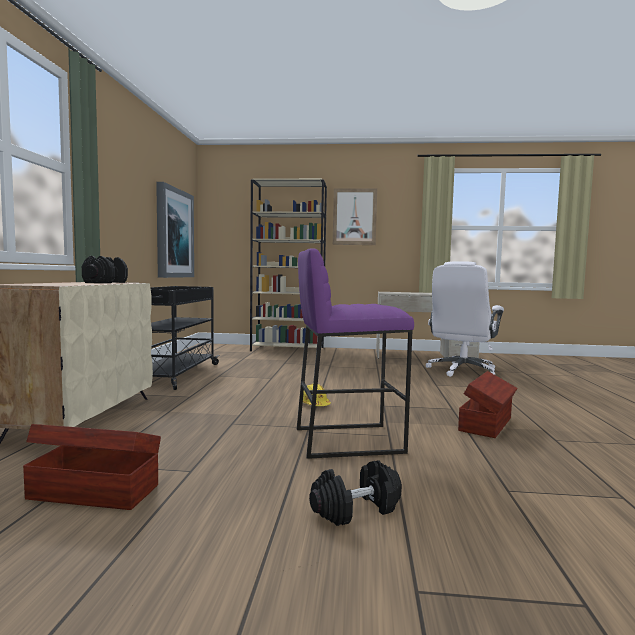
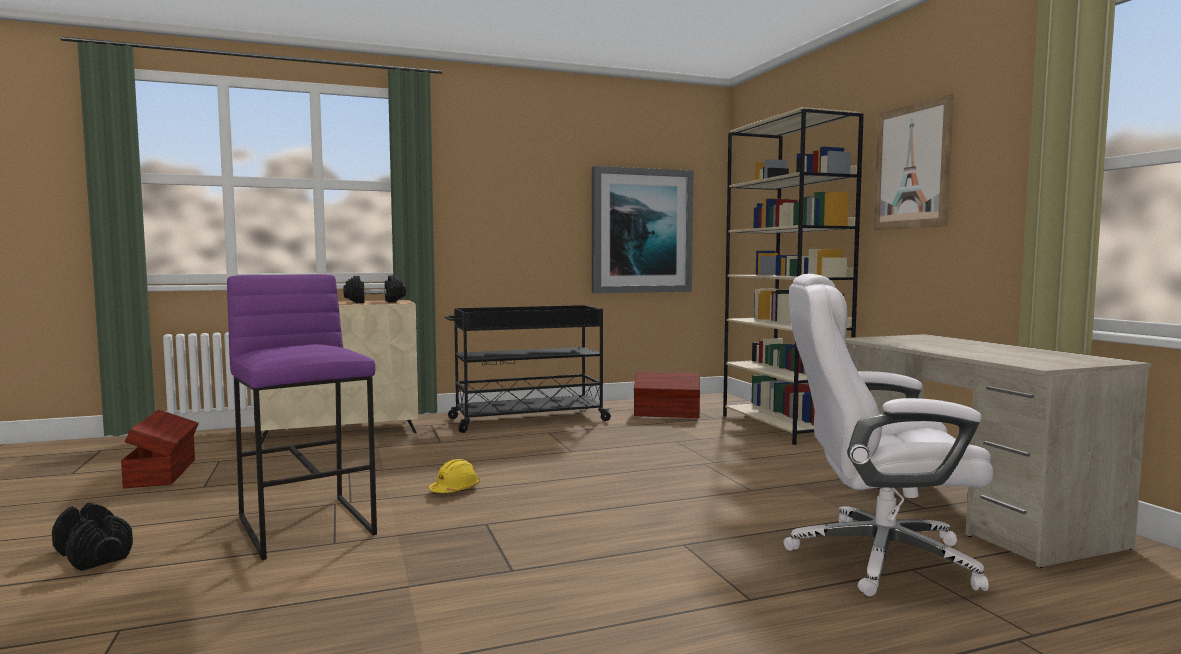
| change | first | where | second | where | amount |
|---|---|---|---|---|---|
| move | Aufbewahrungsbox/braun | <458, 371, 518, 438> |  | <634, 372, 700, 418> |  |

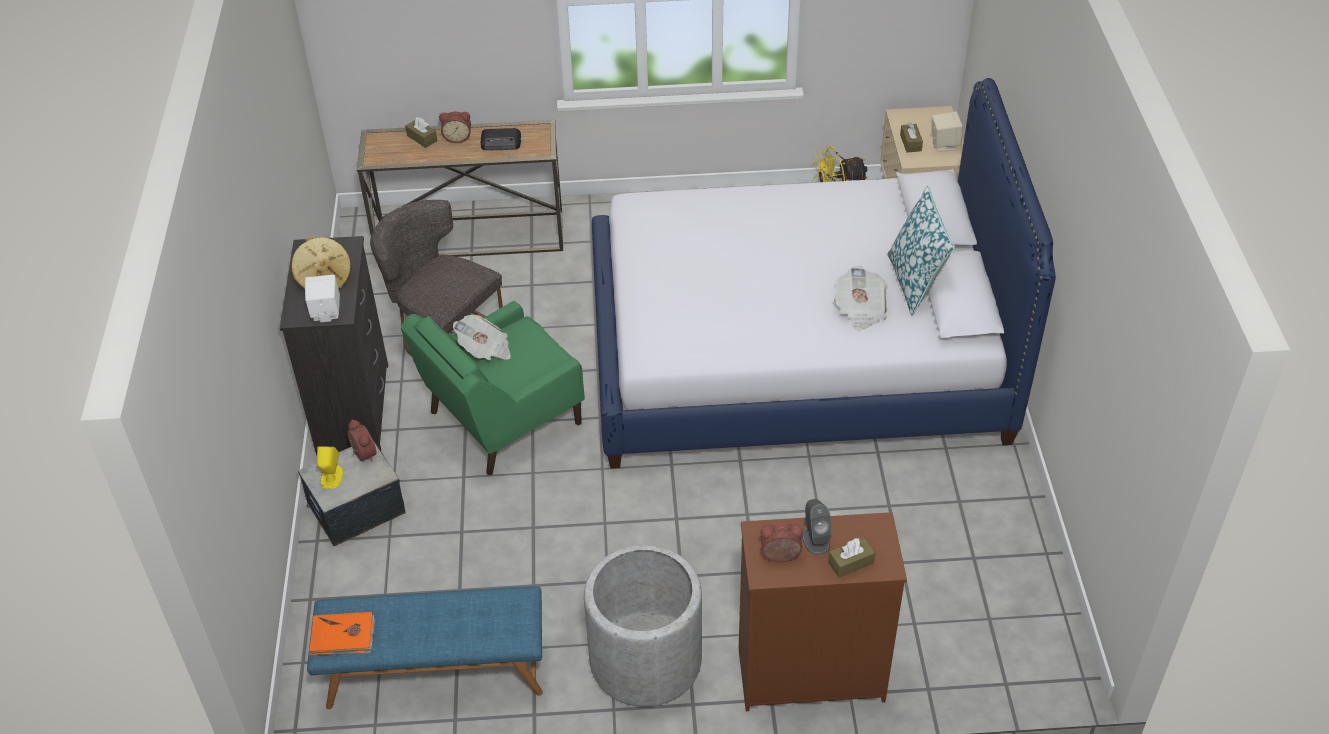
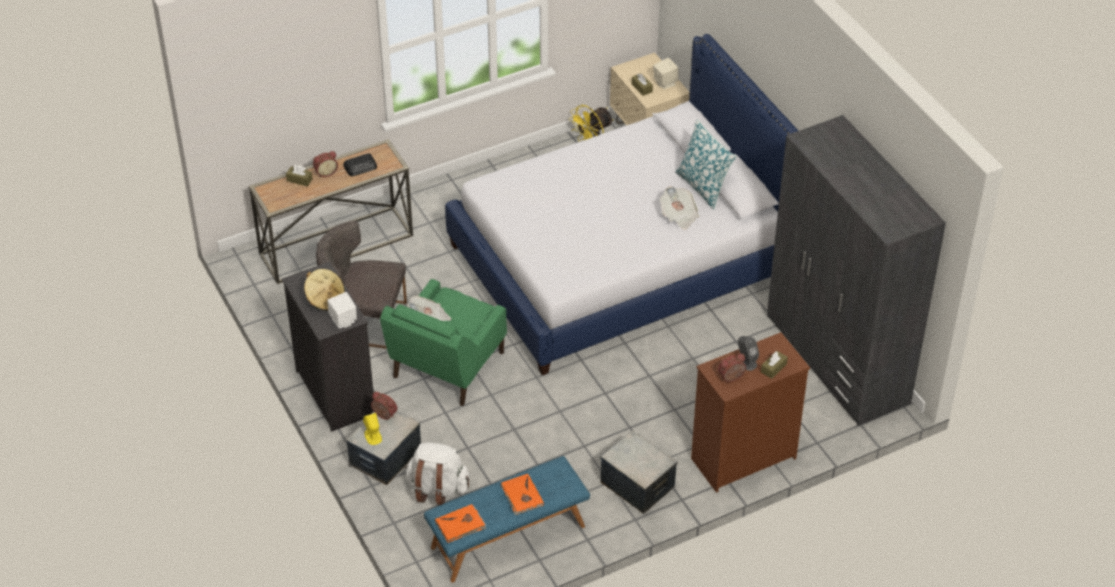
| change | first | where | second | where | amount |
|---|---|---|---|---|---|
| insert |  |  | Rucksack/weiß | <405, 442, 470, 505> |  |
| insert |  |  | Buch/orange | <501, 474, 544, 515> |  |
| replace | Pflanzkübel/grau | <584, 545, 702, 707> | Aufbewahrungsbox | <600, 430, 678, 514> |  |
| insert |  |  | Kleiderschrank/grau | <767, 115, 946, 426> |  |

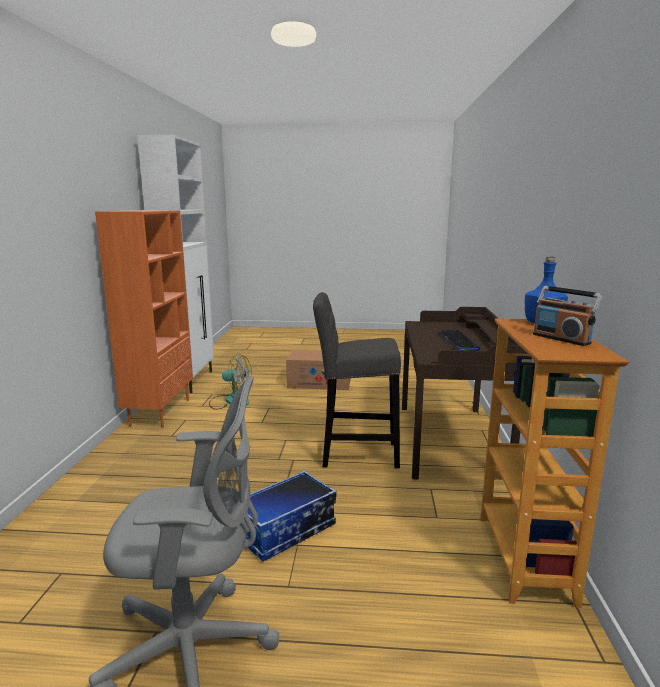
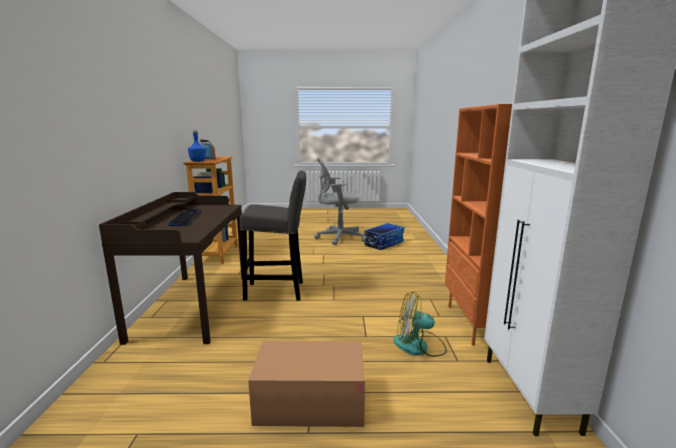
| change | first | where | second | where | amount |
|---|---|---|---|---|---|
| move | Aufbewahrungsbox | <246, 471, 337, 562> |  | <364, 223, 405, 250> |  |

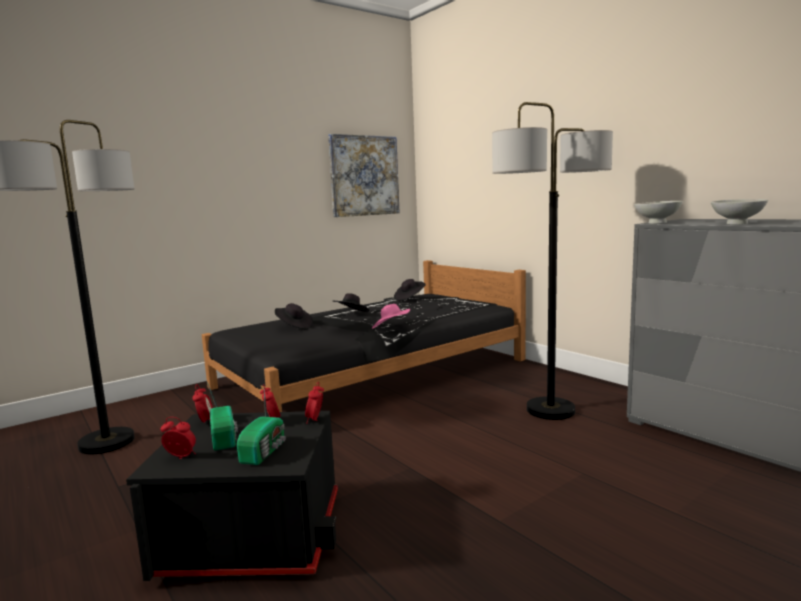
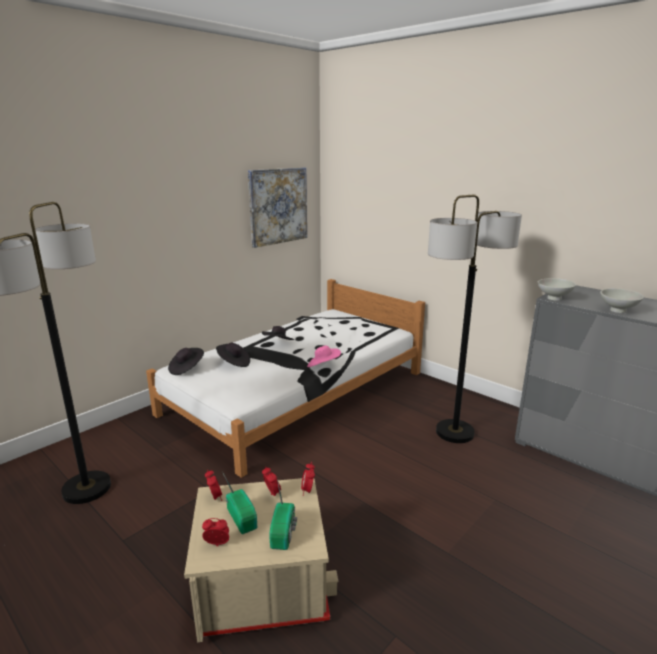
| change | first | where | second | where | amount |
|---|---|---|---|---|---|
| recolor | Bett/schwarz | <202, 260, 526, 412> | Bett/weiß | <146, 279, 425, 478> |  |
| move | Hut/schwarz | <394, 279, 426, 301> |  | <168, 348, 204, 375> |  |
| recolor | Aufbewahrungsbox/schwarz | <126, 411, 338, 581> | Aufbewahrungsbox/beige | <184, 478, 338, 642> |  |

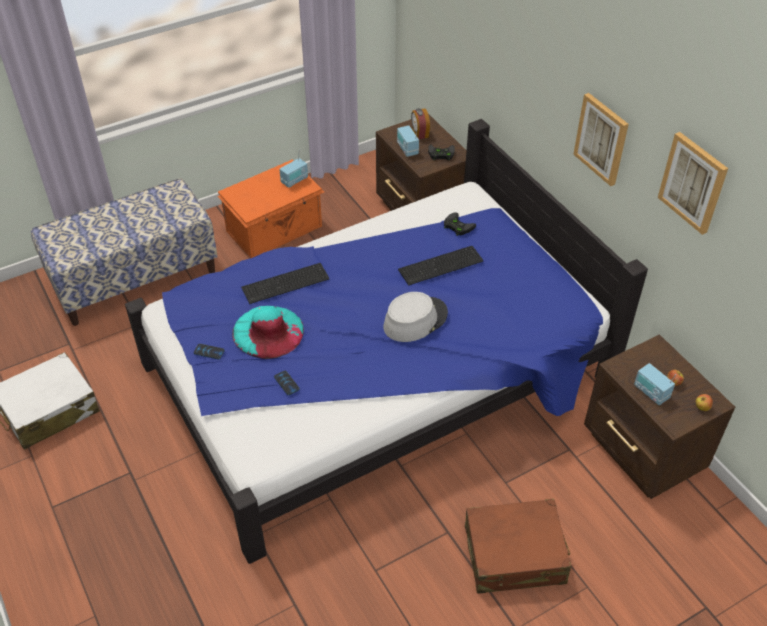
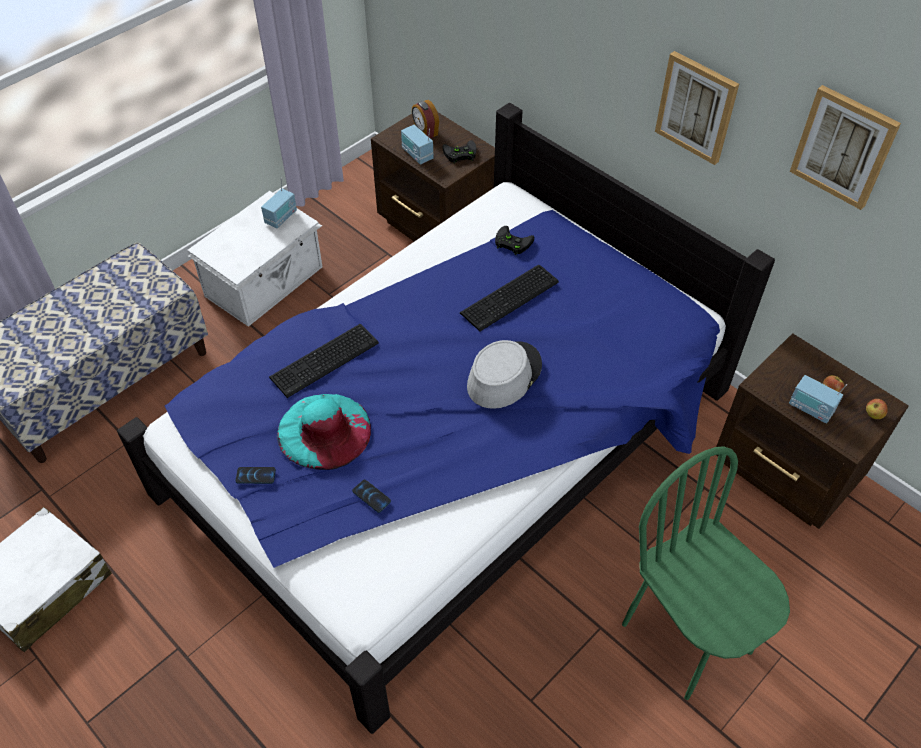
| change | first | where | second | where | amount |
|---|---|---|---|---|---|
| recolor | Aufbewahrungsbox/orange | <218, 159, 324, 258> | Aufbewahrungsbox/weiß | <187, 191, 323, 327> |  |
| replace | Koffer/braun | <465, 499, 571, 594> | Stuhl/grün | <622, 446, 790, 700> |  |

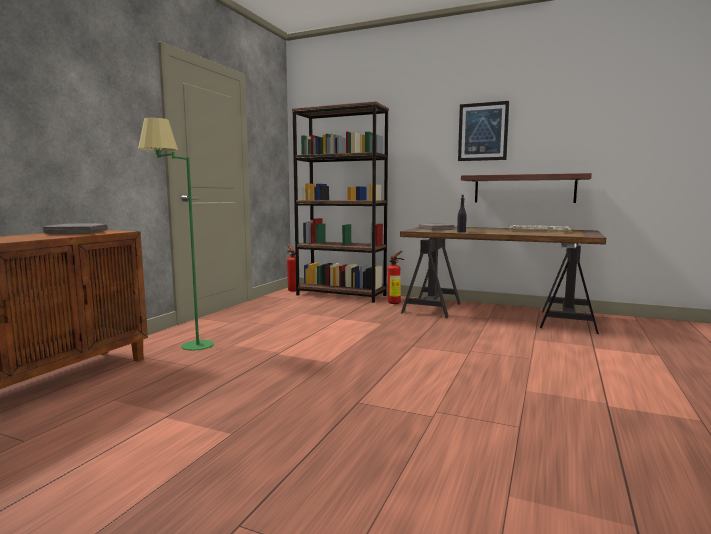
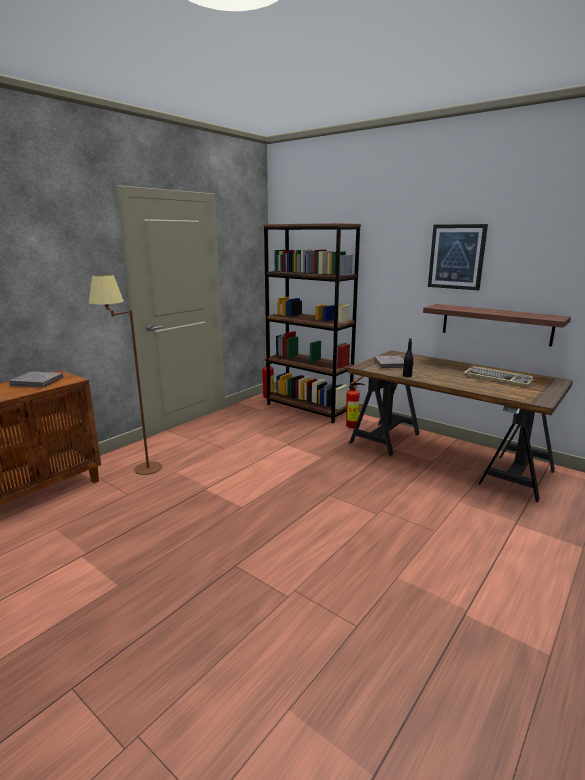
| change | first | where | second | where | amount |
|---|---|---|---|---|---|
| recolor | Stehlampe/grün | <138, 117, 214, 351> | Stehlampe/braun | <89, 274, 162, 475> |  |

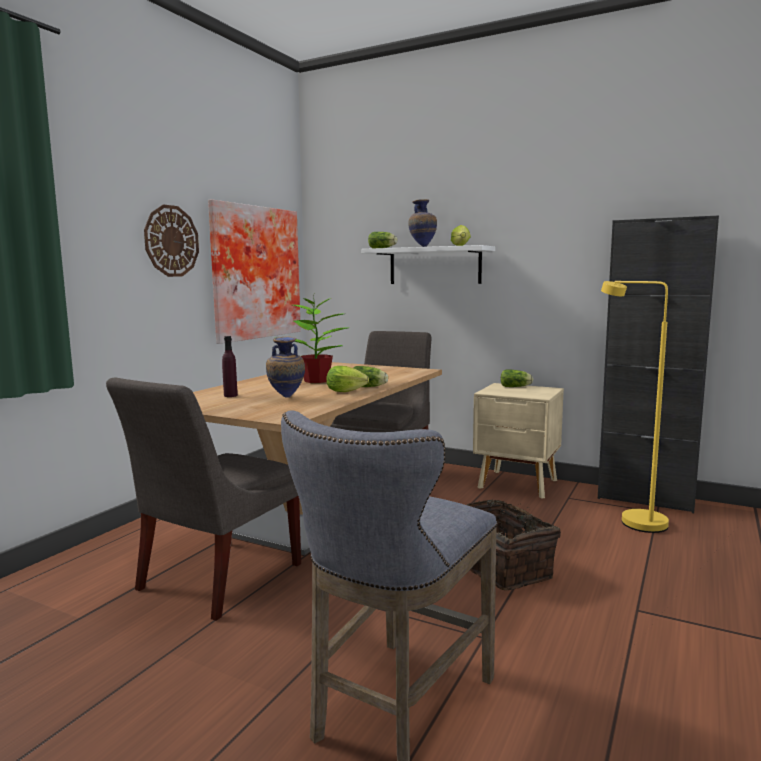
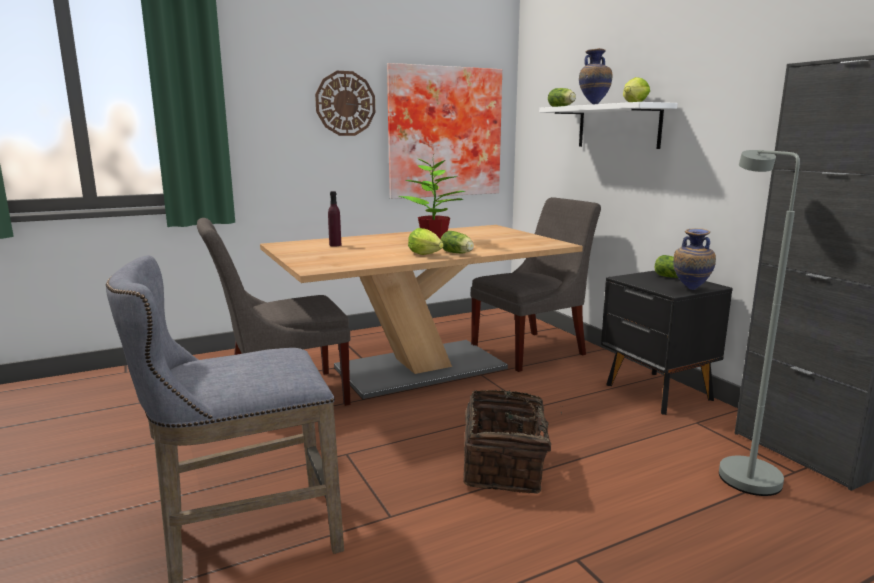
| change | first | where | second | where | amount |
|---|---|---|---|---|---|
| recolor | Nachttisch/beige | <473, 383, 564, 499> | Nachttisch/schwarz | <601, 271, 733, 415> |  |
| move | Vase | <266, 336, 305, 398> |  | <674, 228, 716, 290> |  |
| recolor | Stehlampe/gelb | <601, 281, 669, 533> | Stehlampe/grau | <719, 150, 800, 496> |  |

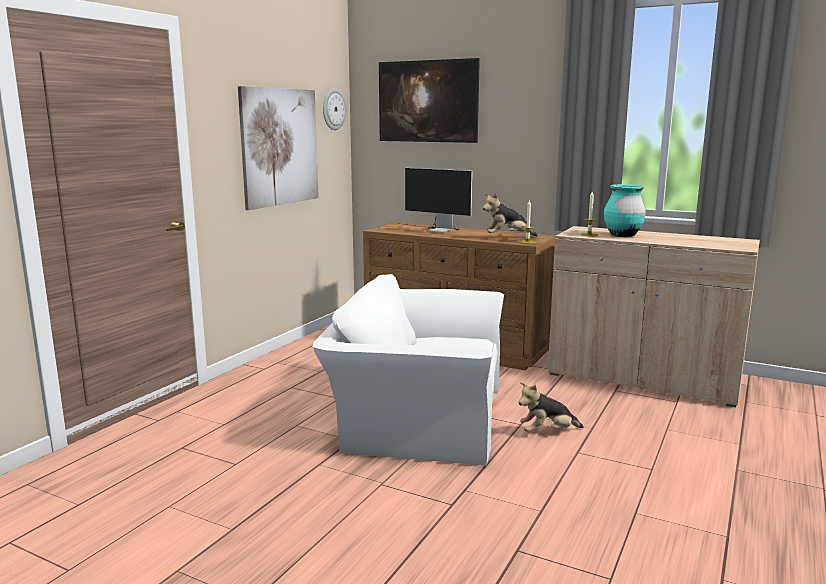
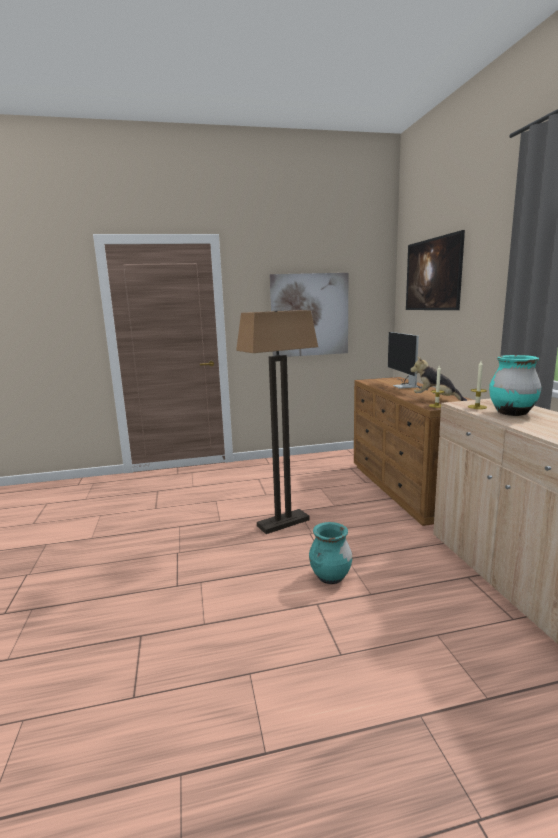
| change | first | where | second | where | amount |
|---|---|---|---|---|---|
| replace | Sessel/weiß | <313, 274, 504, 466> | Stehlampe | <236, 310, 318, 534> |  |
| replace | Plüschtier | <518, 382, 584, 432> | Vase/türkis | <309, 522, 352, 584> |  |
| delete | Wanduhr | <323, 89, 346, 130> |  |  |  |

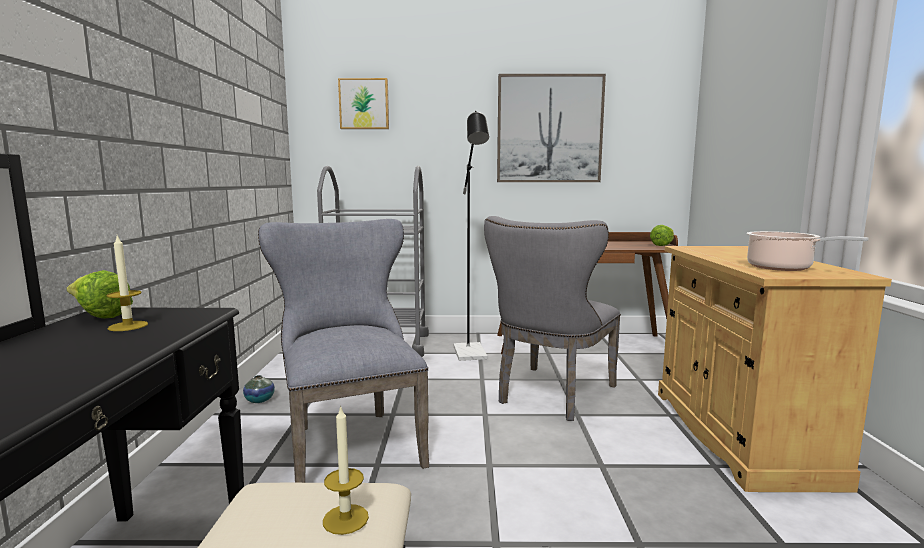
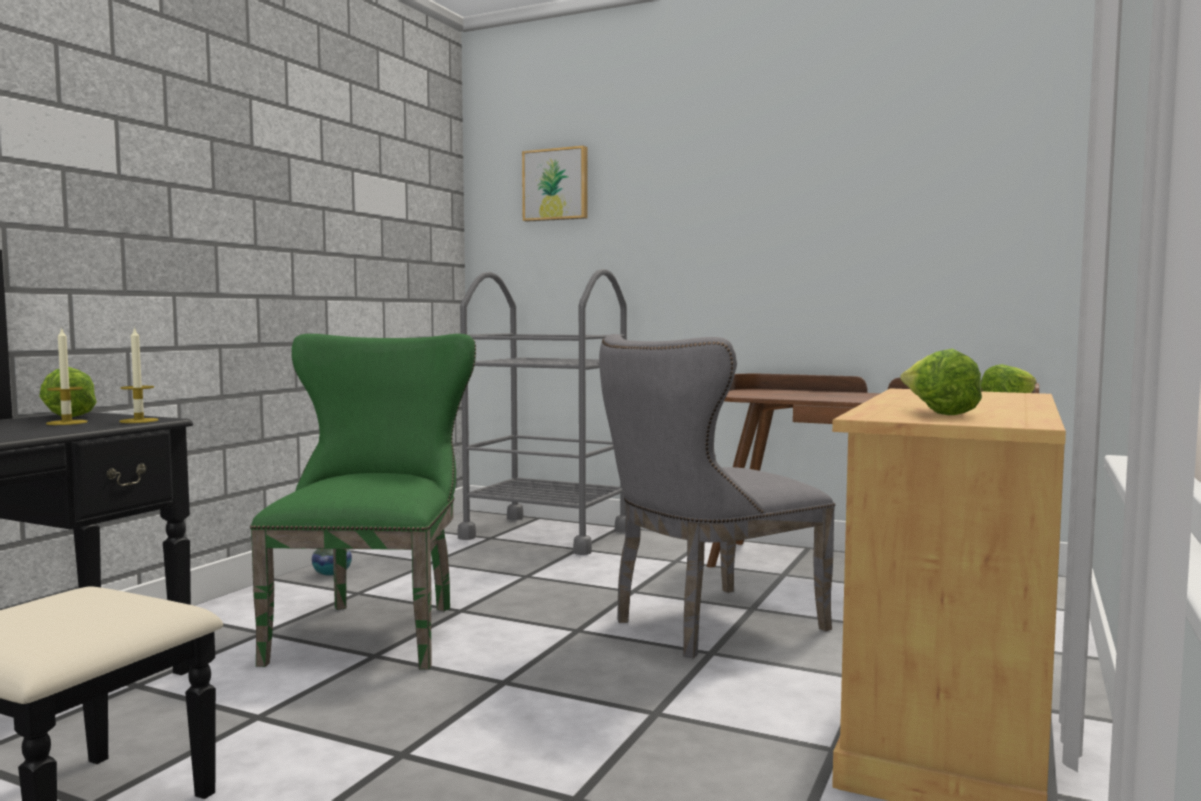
| change | first | where | second | where | amount |
|---|---|---|---|---|---|
| move | Kerze | <323, 405, 369, 535> |  | <119, 326, 159, 423> |  |
| recolor | Stuhl/grau | <258, 219, 429, 483> | Stuhl/grün | <250, 334, 476, 670> |  |
| replace | Kochtopf | <747, 231, 868, 271> | Salatkopf | <900, 349, 982, 415> |  |
| delete | Stehlampe/schwarz | <454, 111, 489, 361> |  |  |  |
| delete | Bild | <497, 74, 606, 182> |  |  |  |

